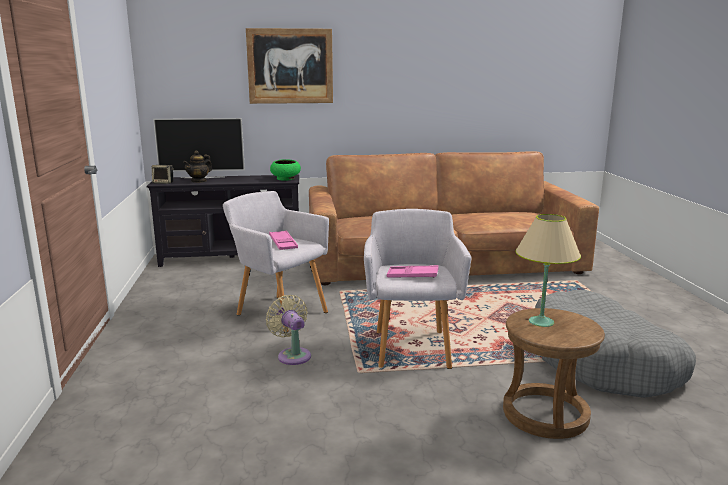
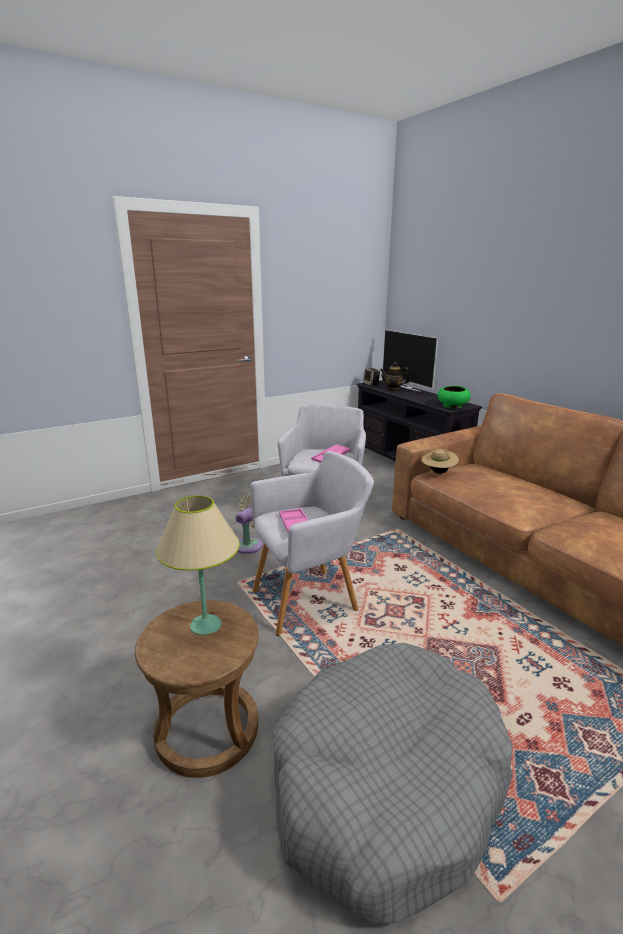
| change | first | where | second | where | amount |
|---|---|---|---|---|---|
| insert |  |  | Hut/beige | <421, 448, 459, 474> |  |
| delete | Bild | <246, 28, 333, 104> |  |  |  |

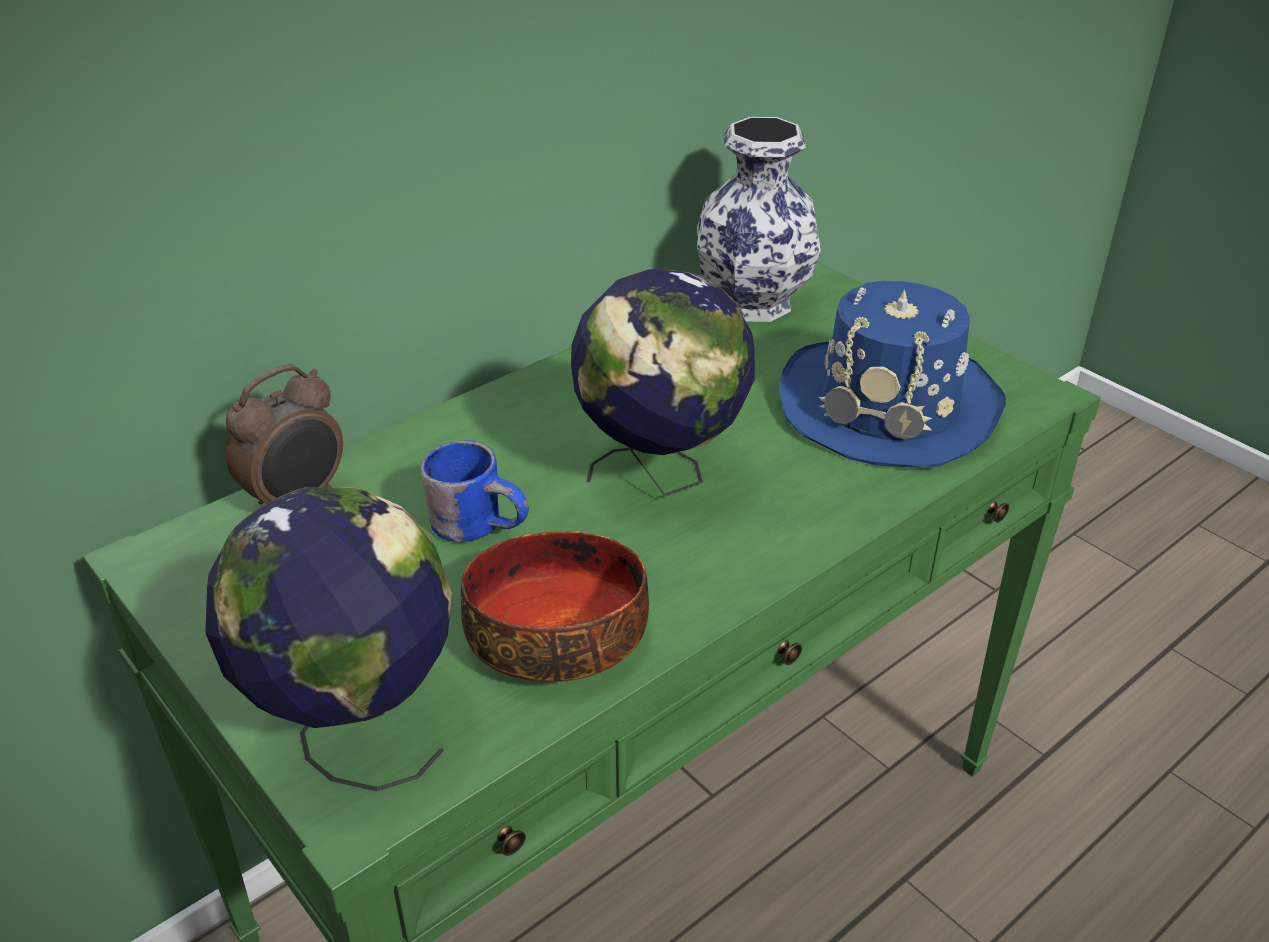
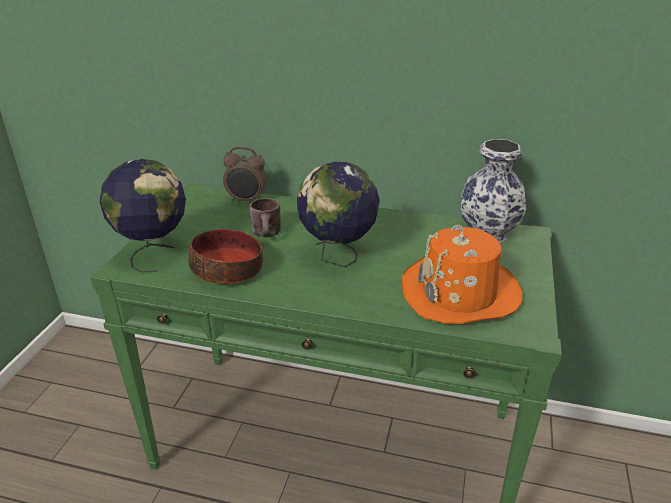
| change | first | where | second | where | amount |
|---|---|---|---|---|---|
| recolor | Henkelbecher/blau | <421, 440, 529, 542> | Henkelbecher/braun | <250, 198, 281, 237> |  |
| recolor | Hut/blau | <779, 281, 1006, 468> | Hut/orange | <402, 224, 522, 324> |  |

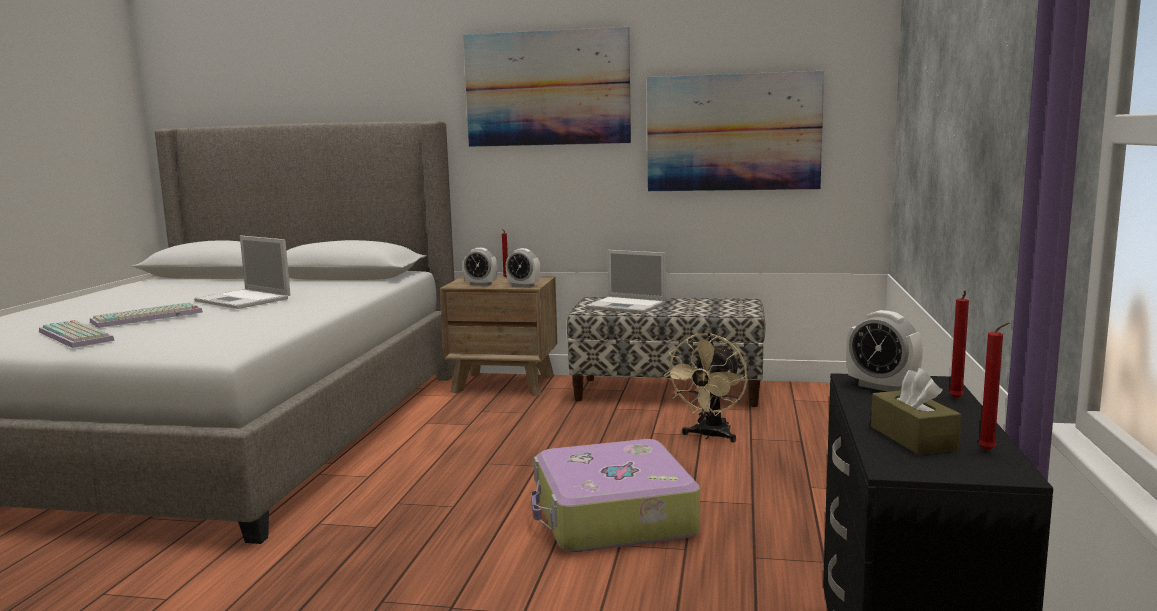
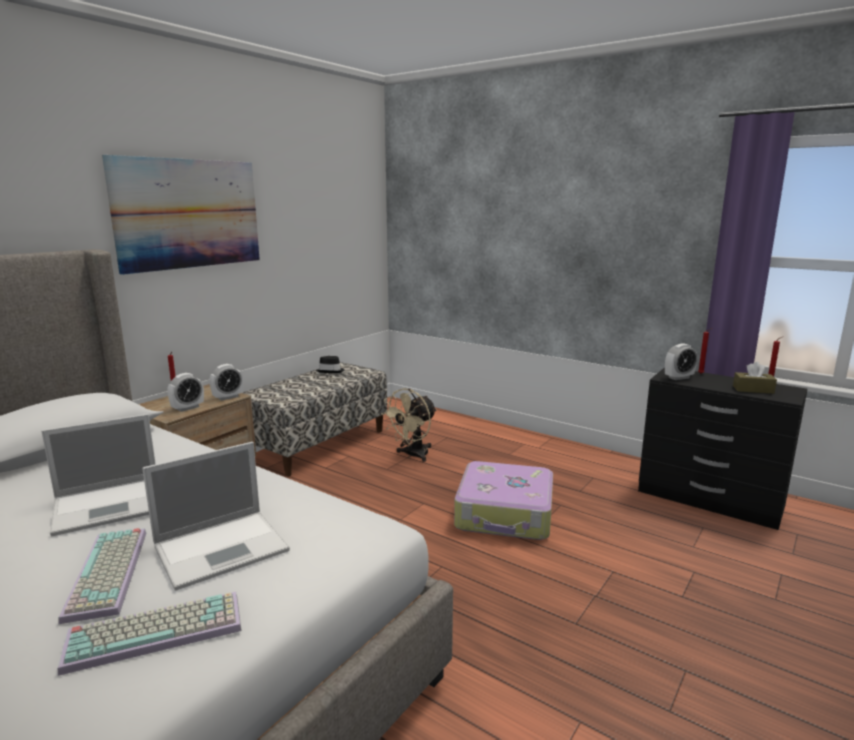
| change | first | where | second | where | amount |
|---|---|---|---|---|---|
| move | Laptop | <585, 250, 666, 313> |  | <142, 442, 290, 591> |  |
| insert |  |  | Hut/schwarz | <316, 356, 345, 373> |  |
| rotate | Ventilator/beige | <663, 333, 748, 442> |  | <381, 388, 437, 462> | 75 degrees clockwise |
| delete | Bild | <647, 71, 824, 191> |  |  |  |

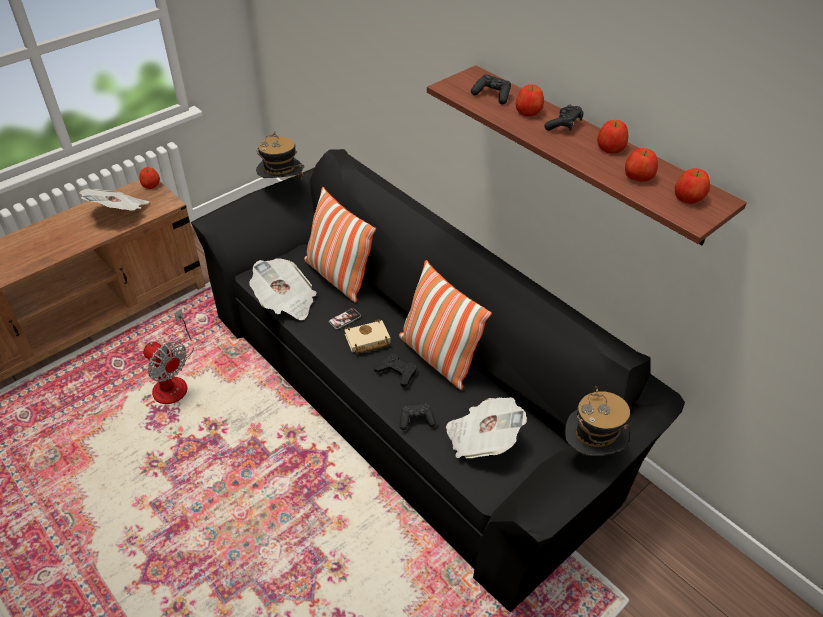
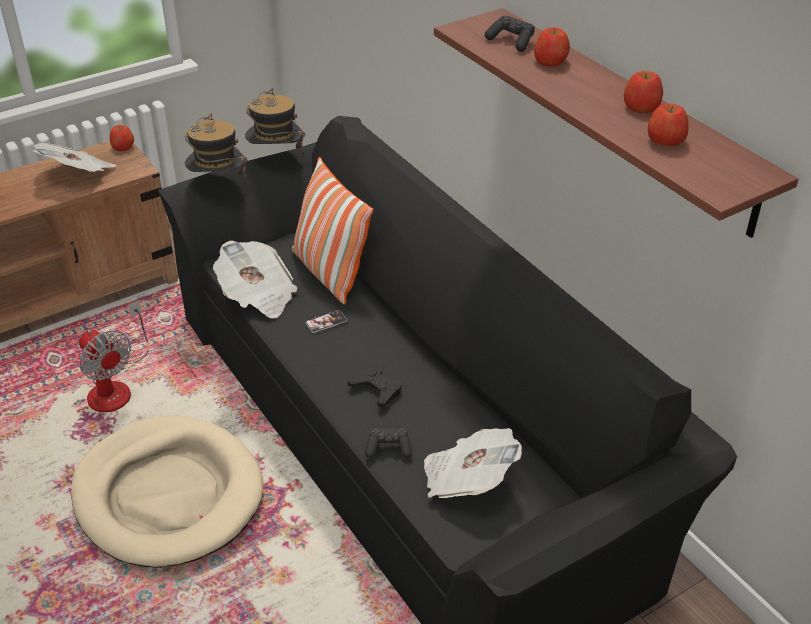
| change | first | where | second | where | amount |
|---|---|---|---|---|---|
| insert |  |  | Hundebett/beige | <71, 415, 263, 568> |  |
| move | Hut | <564, 386, 630, 456> |  | <185, 113, 247, 179> |  |
| delete | Buch/beige | <345, 319, 391, 354> |  |  |  |
| delete | Kissen | <399, 260, 492, 390> |  |  |  |
| delete | Gamepad/schwarz | <544, 105, 584, 131> |  |  |  |
| delete | Apfel | <675, 168, 710, 204> |  |  |  |

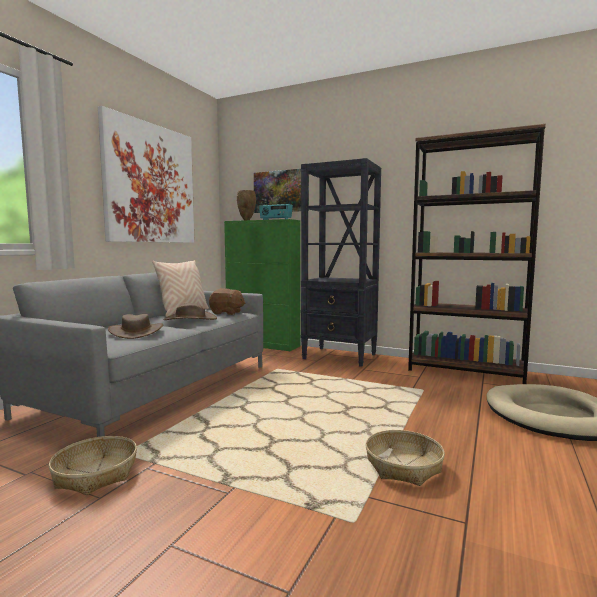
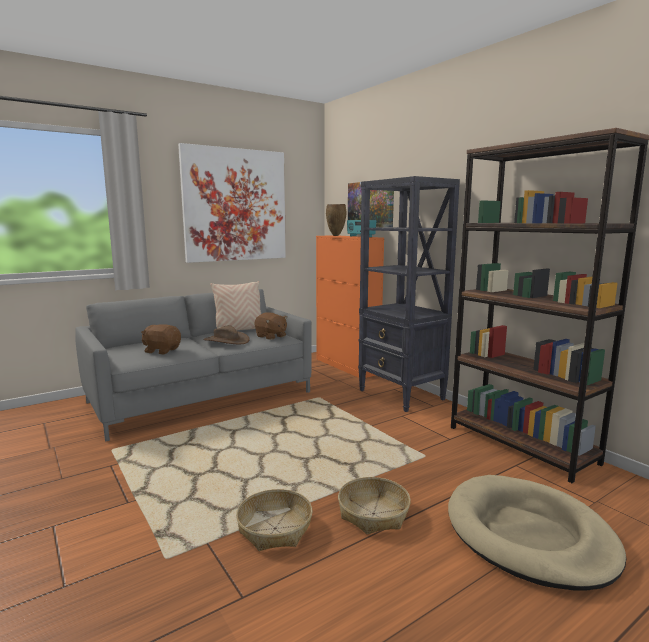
| change | first | where | second | where | amount |
|---|---|---|---|---|---|
| replace | Hut/braun | <108, 314, 163, 339> | Plüschtier/braun | <141, 324, 181, 354> |  |
| recolor | Schrank/grün | <224, 219, 300, 351> | Schrank/orange | <316, 235, 384, 378> |  |
| move | Korb | <49, 436, 137, 495> |  | <338, 477, 411, 534> |  |

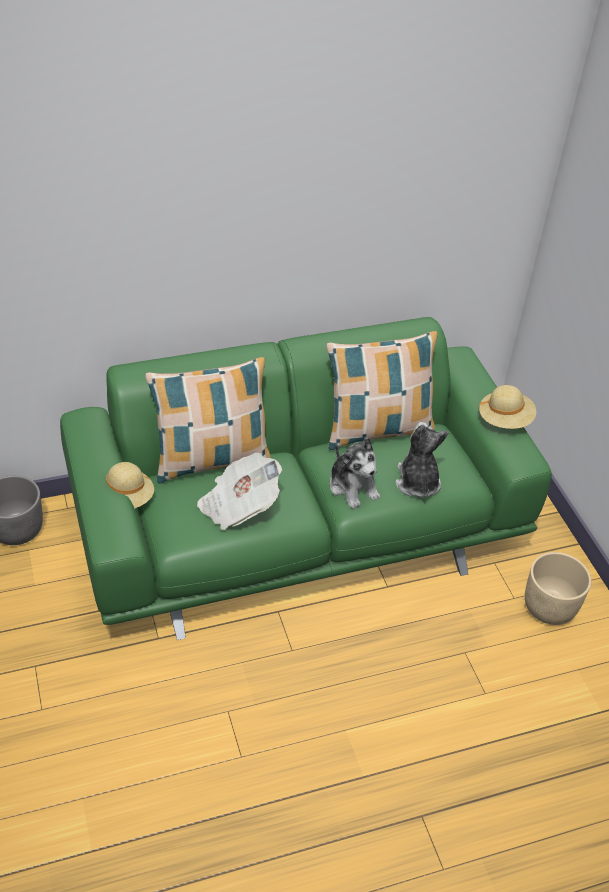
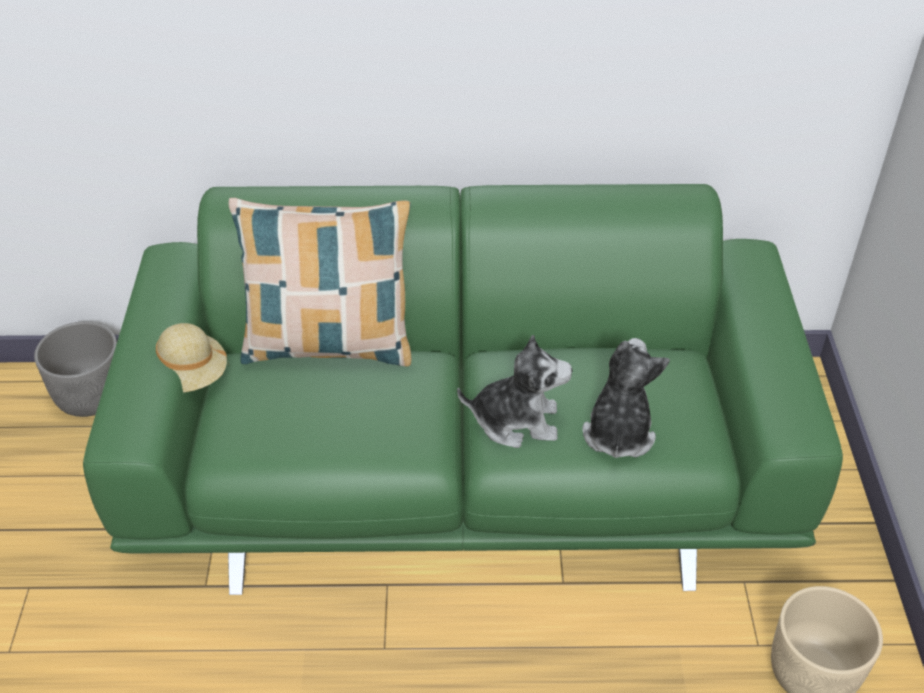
| change | first | where | second | where | amount |
|---|---|---|---|---|---|
| rotate | Plüschtier | <329, 438, 380, 509> |  | <457, 335, 572, 448> | 75 degrees counterclockwise |
| delete | Zeitung | <197, 453, 282, 530> |  |  |  |
| delete | Kissen | <326, 331, 438, 450> |  |  |  |
| delete | Hut/beige | <477, 385, 536, 429> |  |  |  |

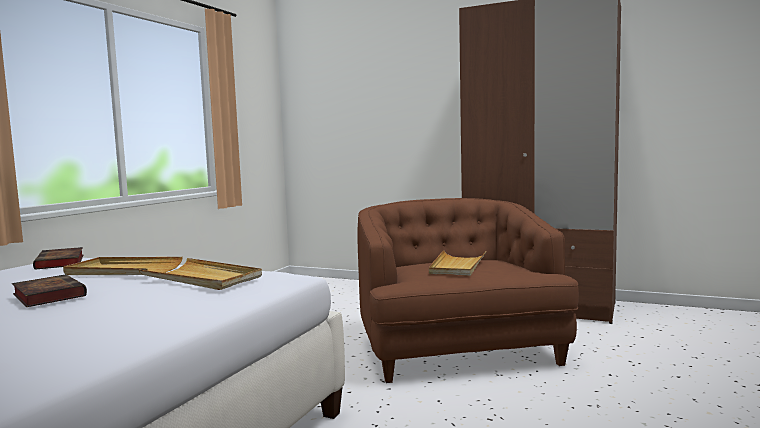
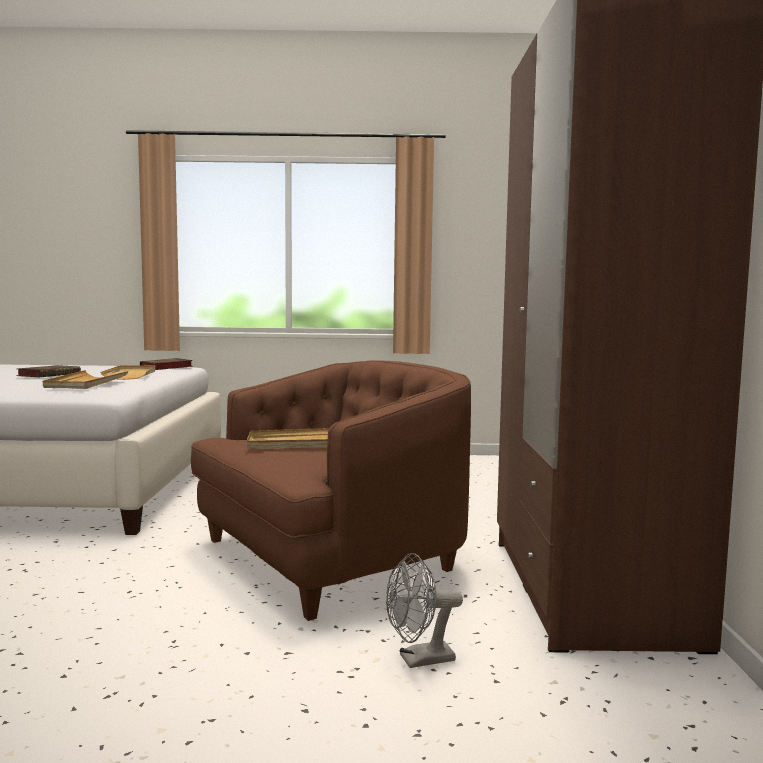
| change | first | where | second | where | amount |
|---|---|---|---|---|---|
| insert |  |  | Ventilator/grau | <386, 553, 463, 668> |  |

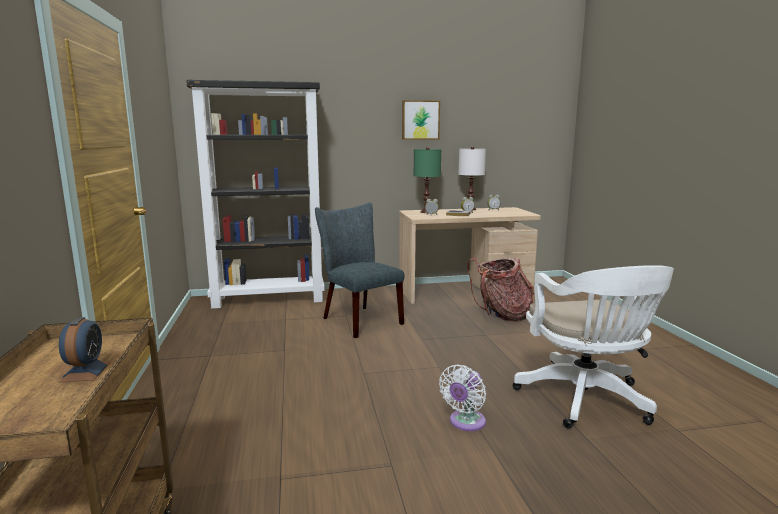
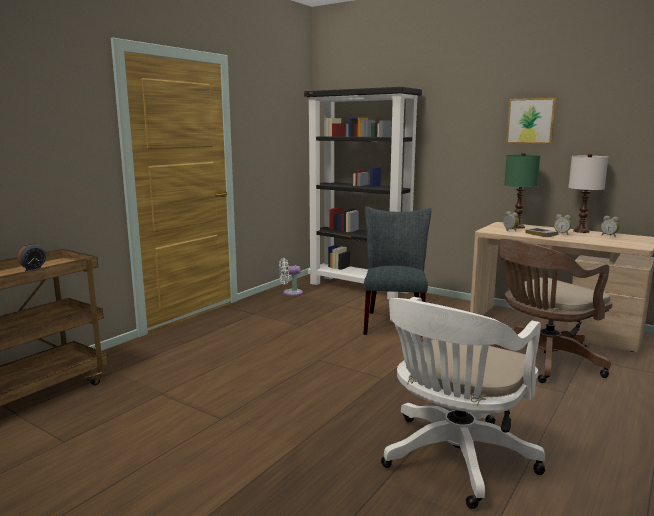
| change | first | where | second | where | amount |
|---|---|---|---|---|---|
| move | Ventilator/weiß | <439, 365, 486, 431> |  | <279, 258, 303, 296> |  |
| replace | Rucksack | <467, 258, 534, 321> | Bürostuhl/braun | <490, 239, 613, 383> |  |

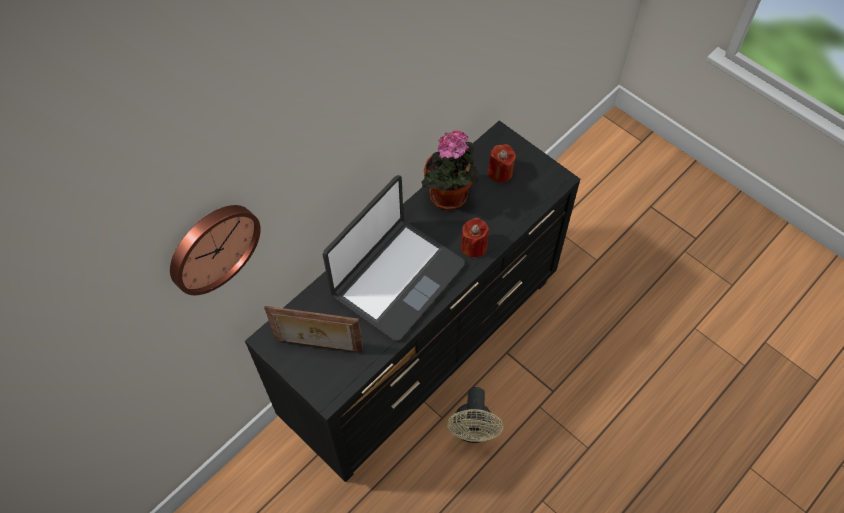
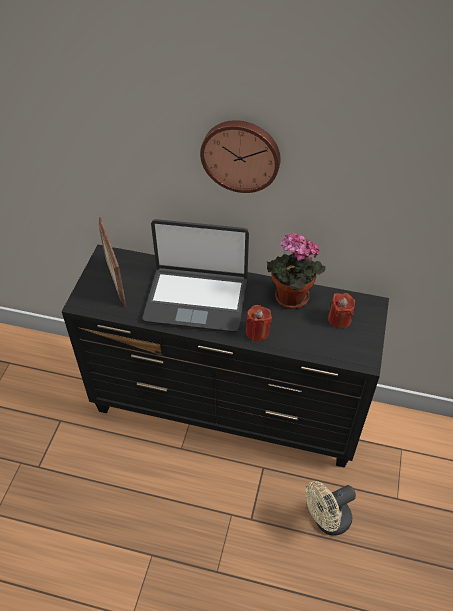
| change | first | where | second | where | amount |
|---|---|---|---|---|---|
| move | Wanduhr | <170, 205, 261, 295> |  | <200, 120, 281, 193> |  |
| move | Ventilator/beige | <447, 387, 504, 443> |  | <306, 481, 356, 536> |  |

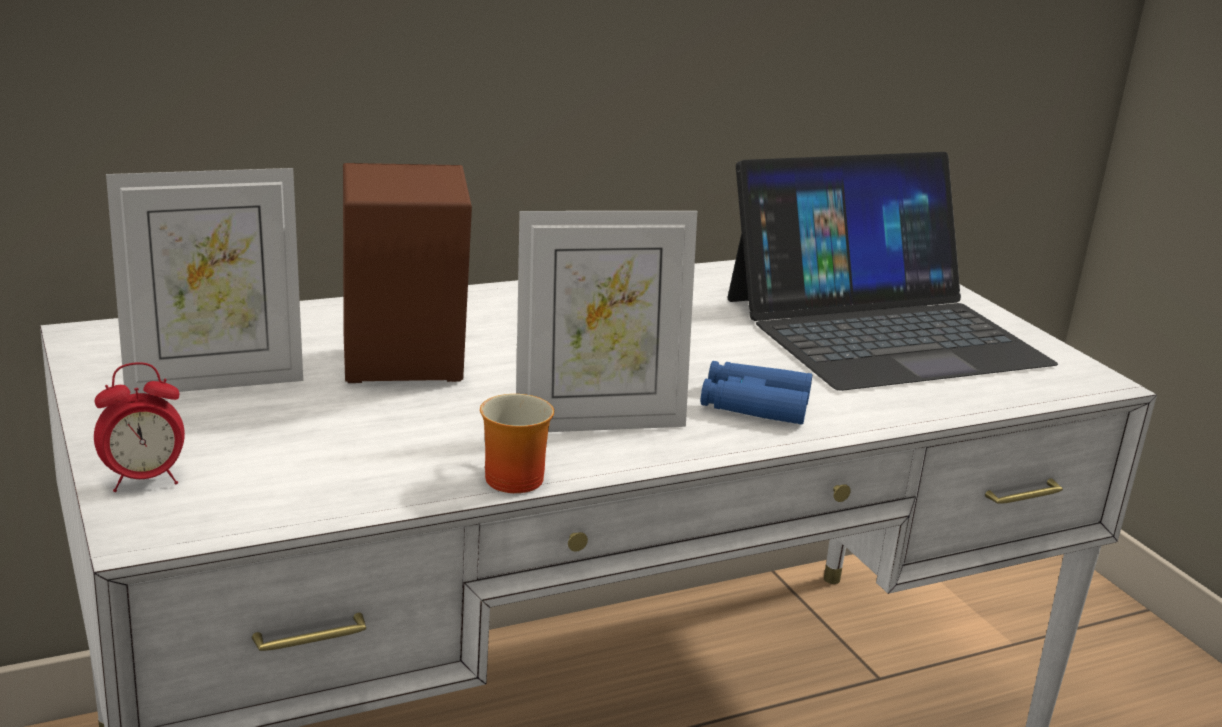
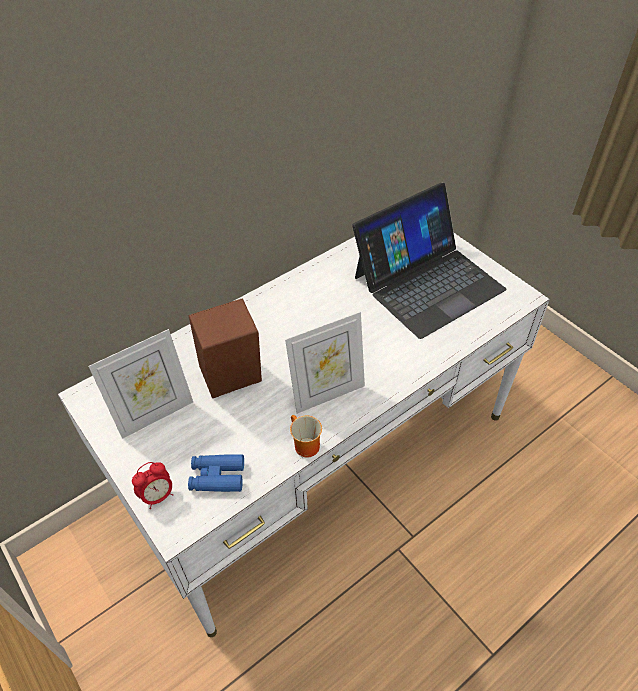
| change | first | where | second | where | amount |
|---|---|---|---|---|---|
| move | Fernglas/blau | <701, 361, 812, 425> |  | <188, 454, 244, 492> |  |

